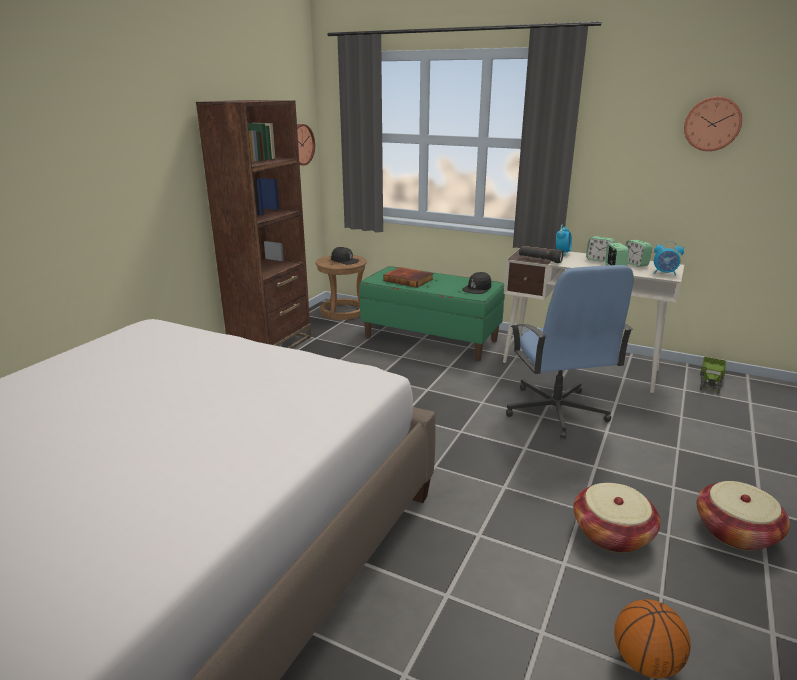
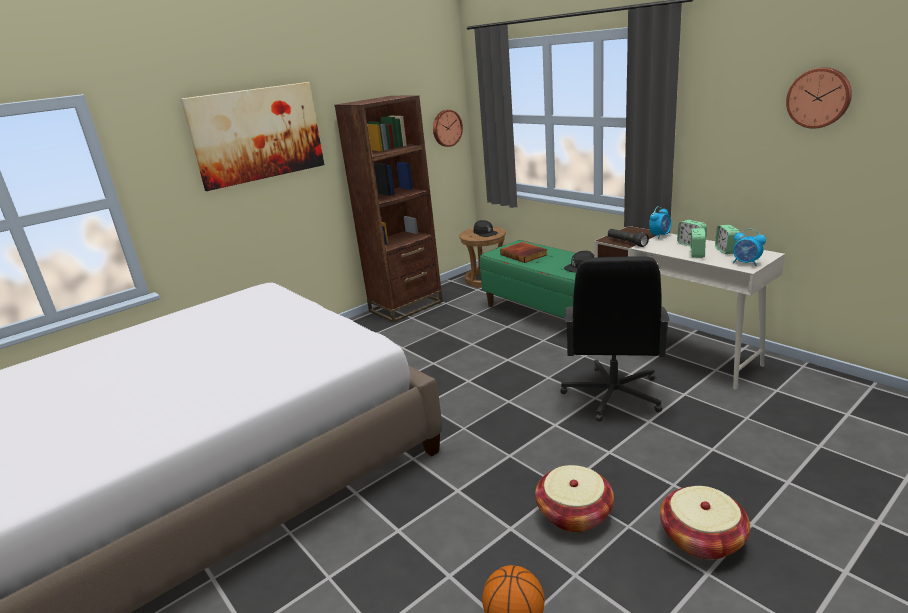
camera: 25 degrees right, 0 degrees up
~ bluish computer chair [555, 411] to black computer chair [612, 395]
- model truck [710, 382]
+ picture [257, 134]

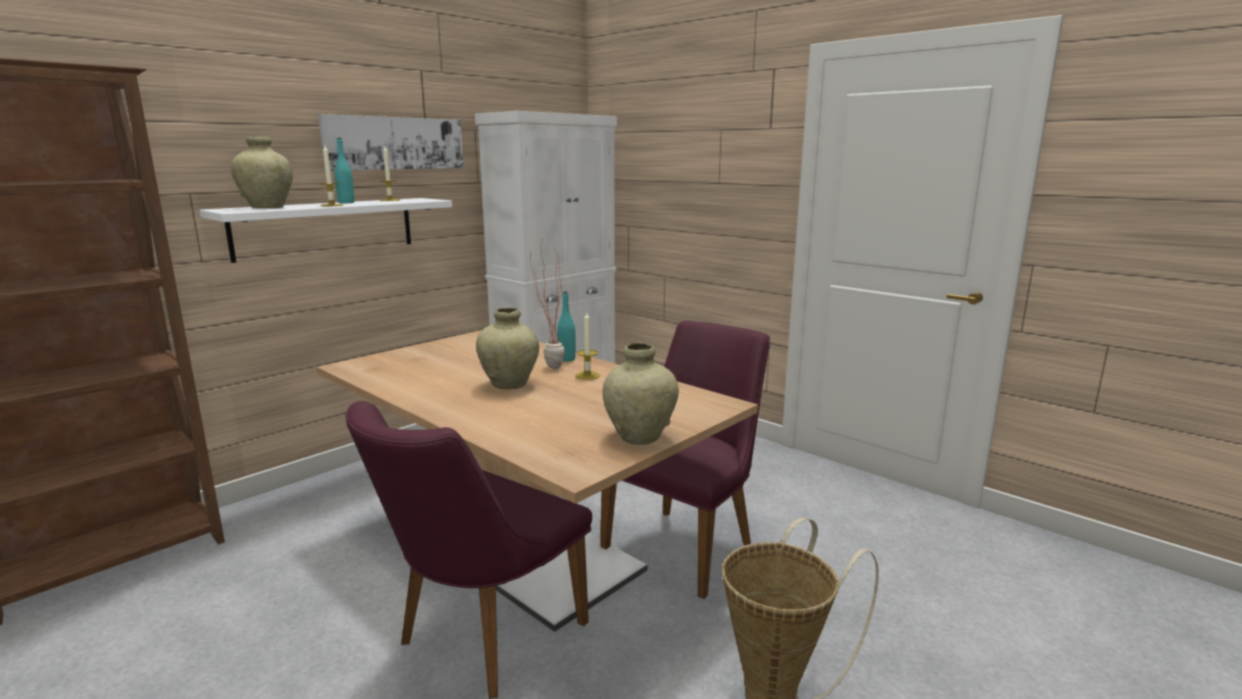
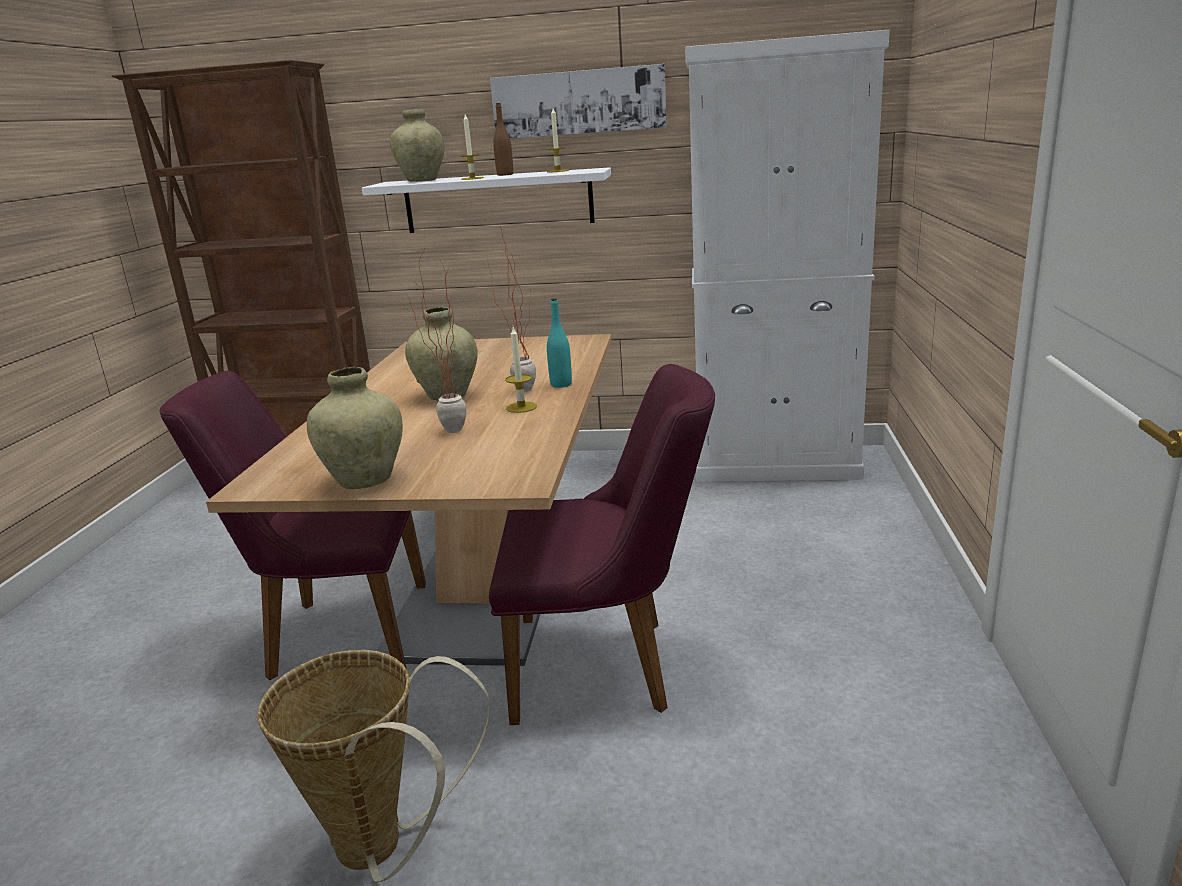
camera: 55 degrees right, 5 degrees up
~ turquoise-coloured bottle [346, 202] to brownish bottle [505, 175]
+ potted plant [446, 434]

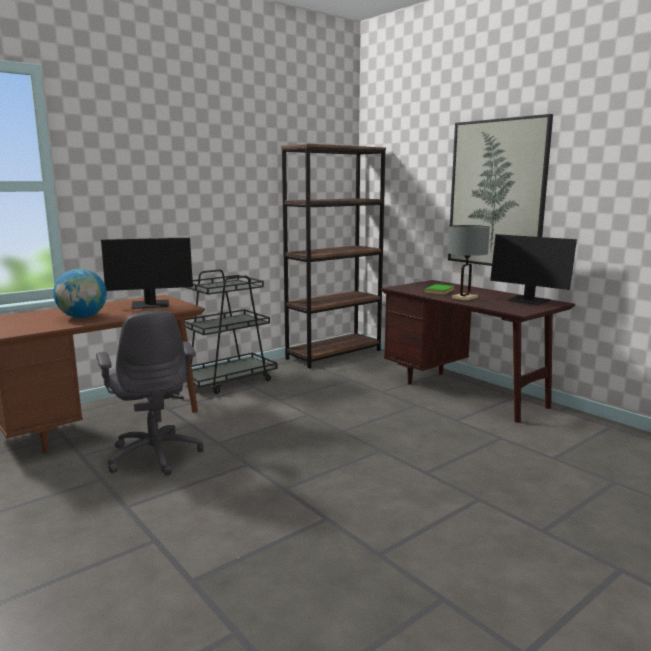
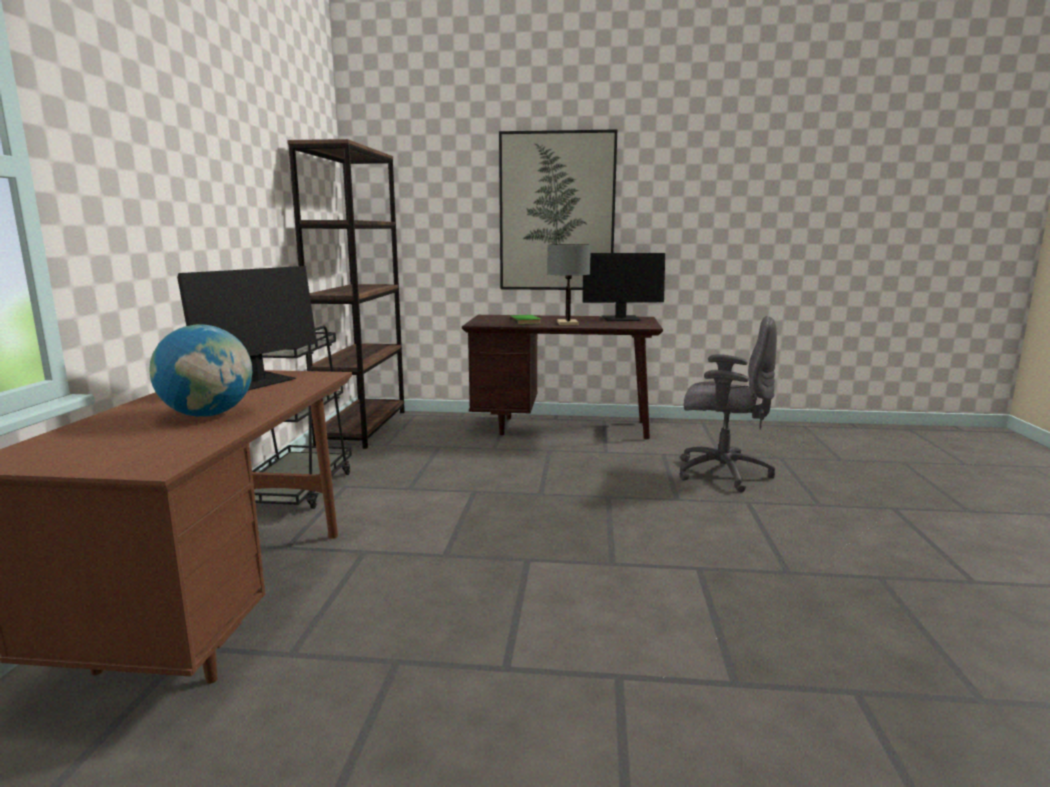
camera: 45 degrees left, 0 degrees up
~ gray computer chair [155, 455] to [721, 473]

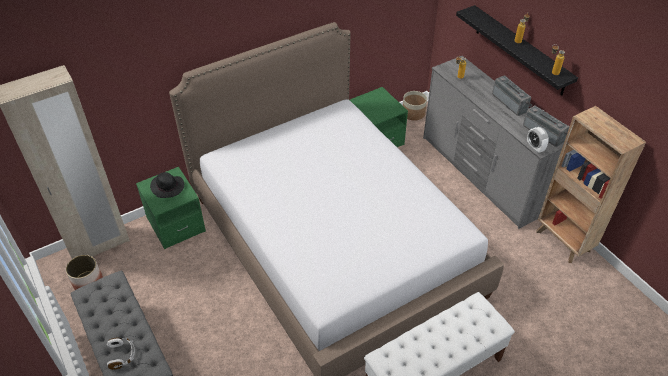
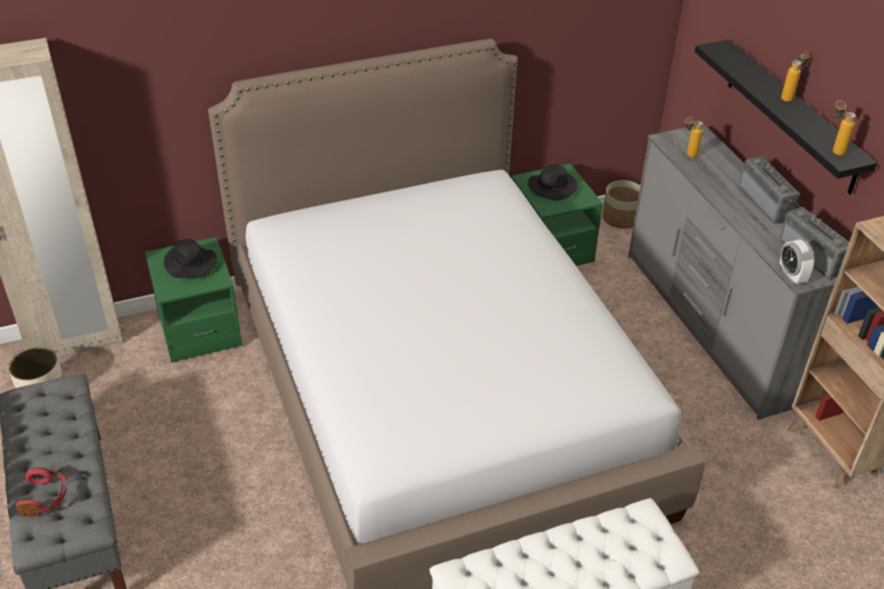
camera: 10 degrees right, 5 degrees down
~ white-coloured headset [122, 355] to red headset [45, 498]
+ black clothing hat [553, 187]

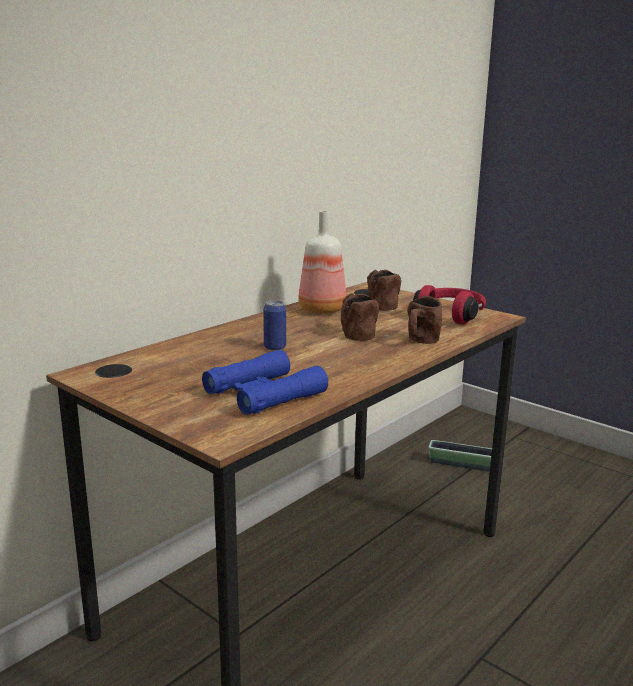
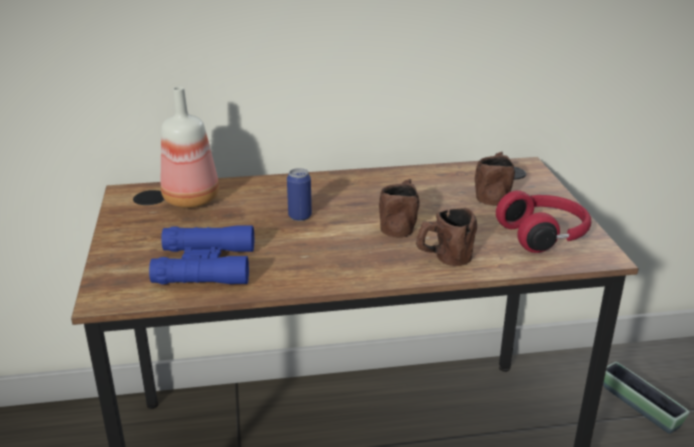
camera: 40 degrees right, 10 degrees up
~ bottle [321, 309] to [192, 198]

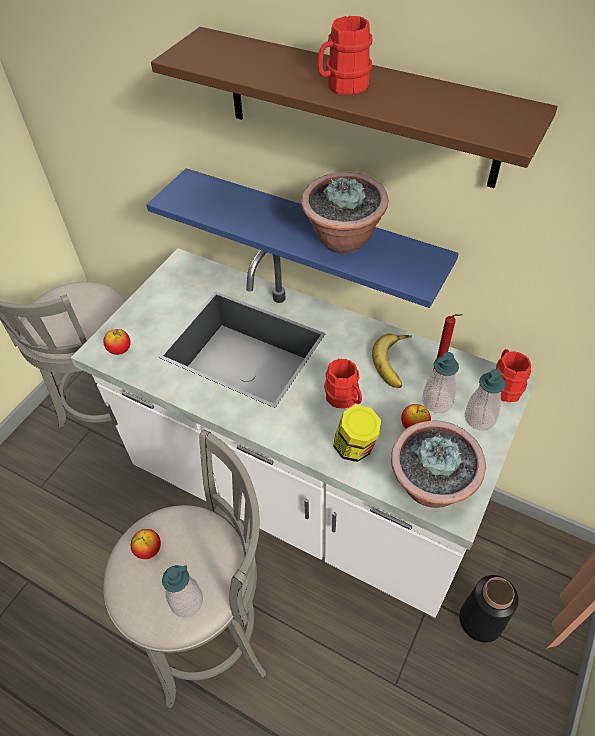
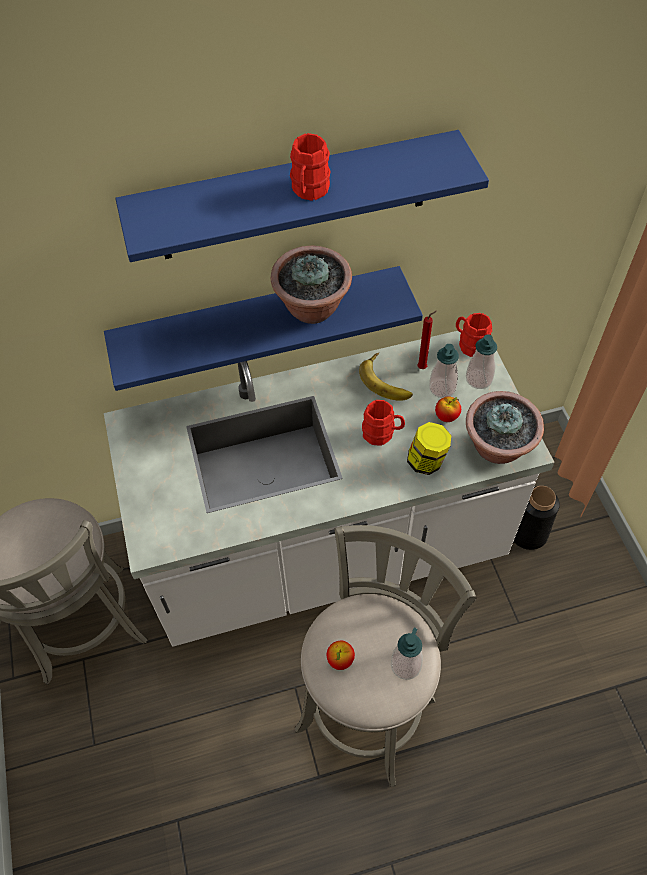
camera: 45 degrees left, 5 degrees up
~ brownish wall shelf [359, 108] to bluish wall shelf [294, 197]
- whole apple [120, 350]

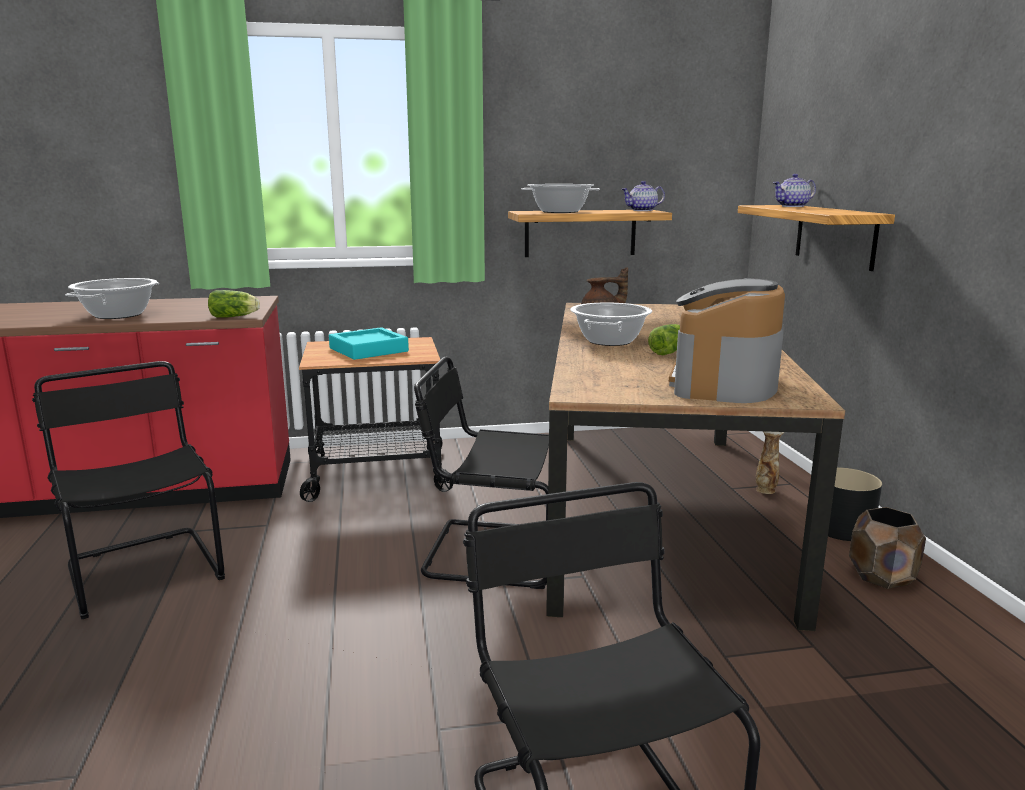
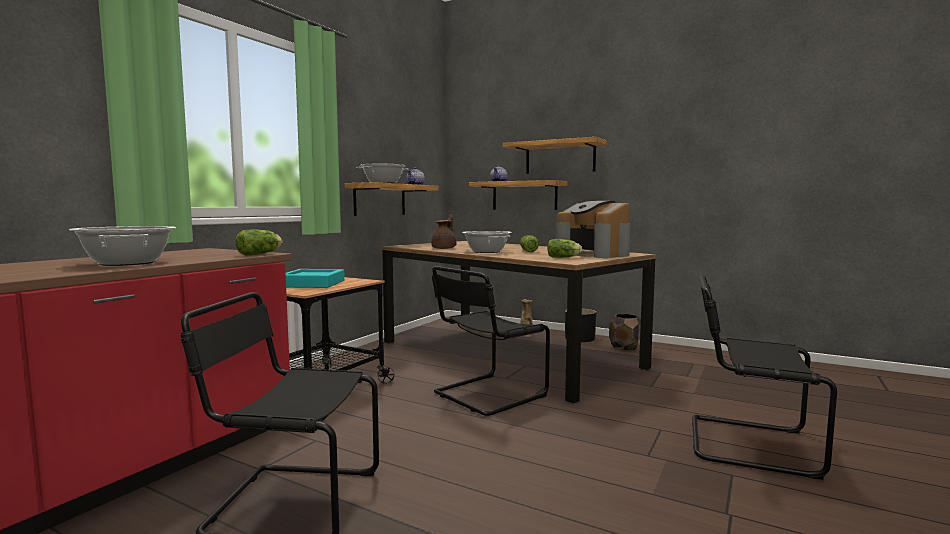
camera: 50 degrees left, 10 degrees down
+ wall shelf [560, 158]
+ lettuce head [564, 257]

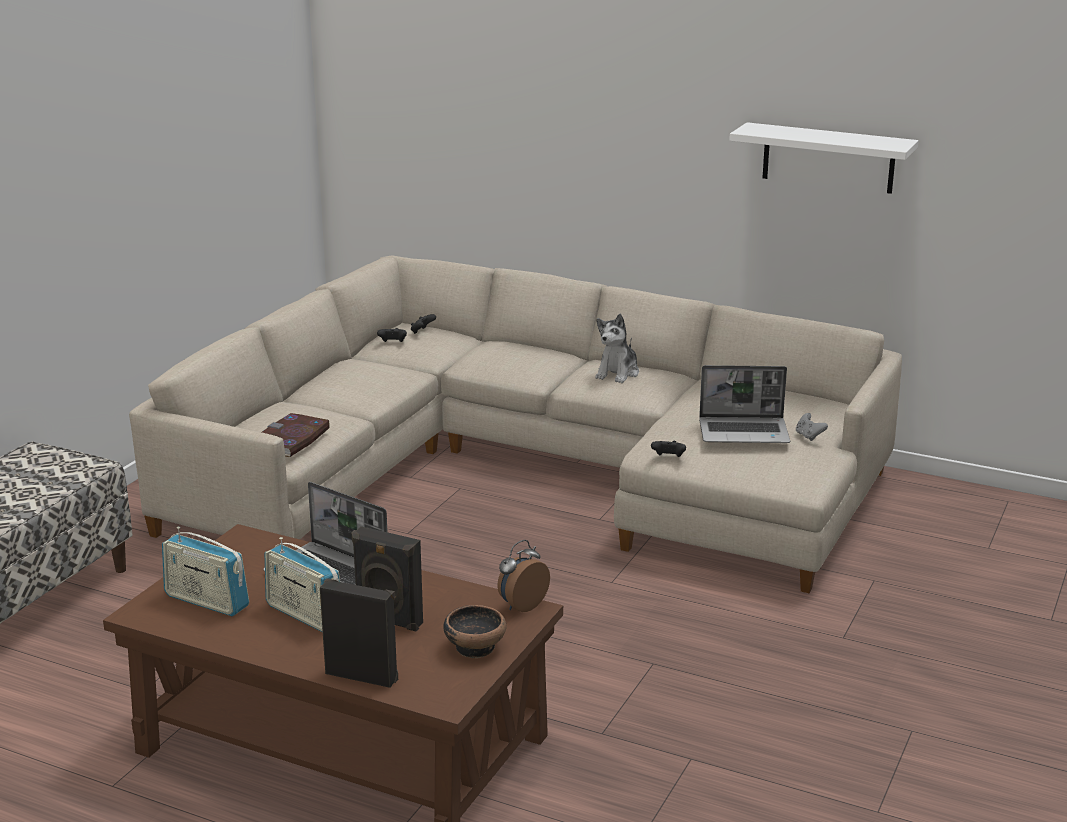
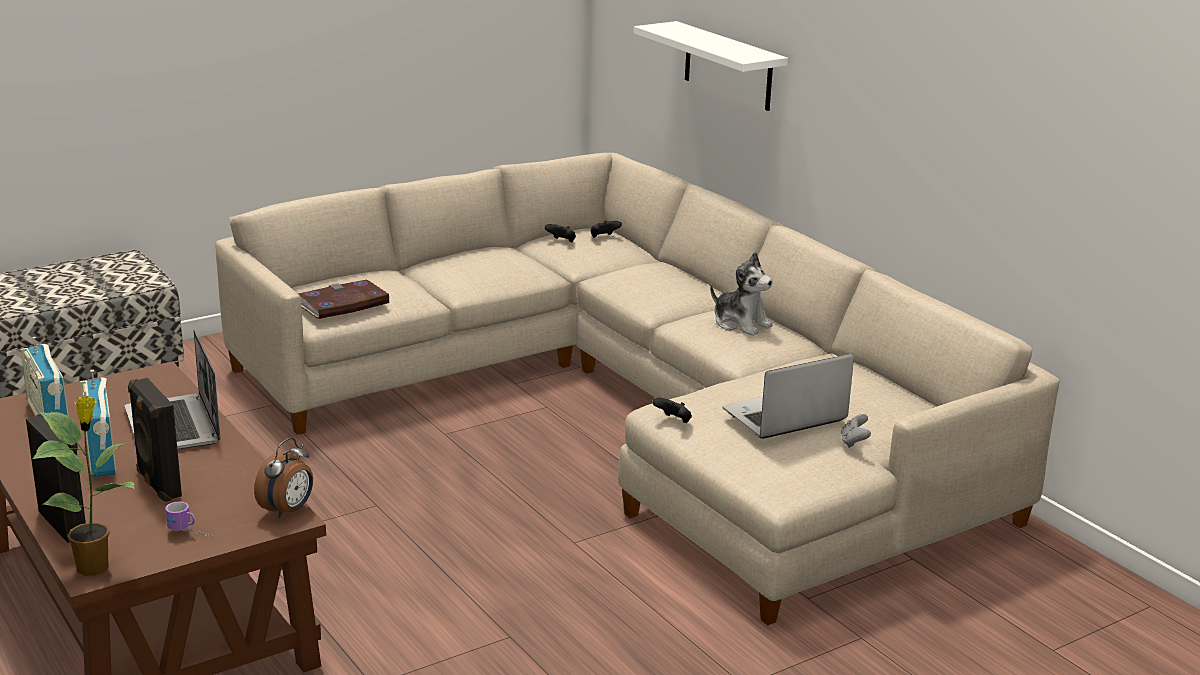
camera: 30 degrees right, 0 degrees up
~ white-coloured wall shelf [828, 158] to [728, 66]
~ cuddly toy [618, 373] = [741, 323] 105 degrees counterclockwise
~ laptop [745, 432] = [784, 417] 120 degrees clockwise
~ alarm clock [521, 605] = [288, 510] 135 degrees clockwise
~ bowl [475, 647] to tea mug [191, 534]
+ potted plant [95, 567]

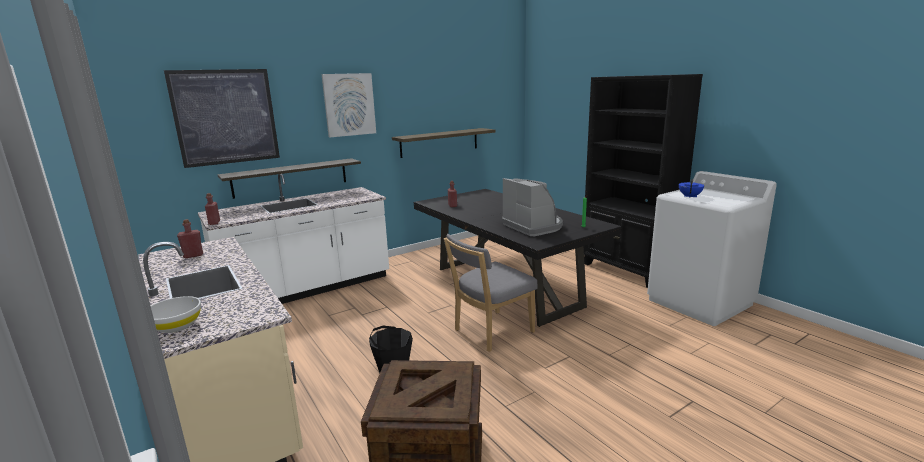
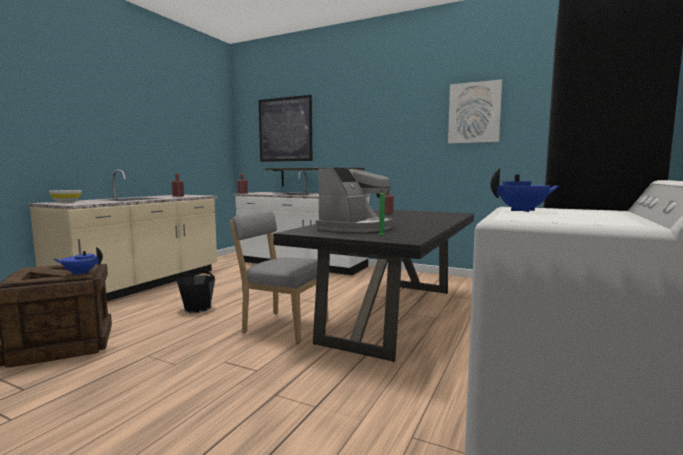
camera: 60 degrees right, 10 degrees down
~ picture [349, 104] to [474, 113]
- wall shelf [439, 142]
+ bluish tea pot [80, 273]

